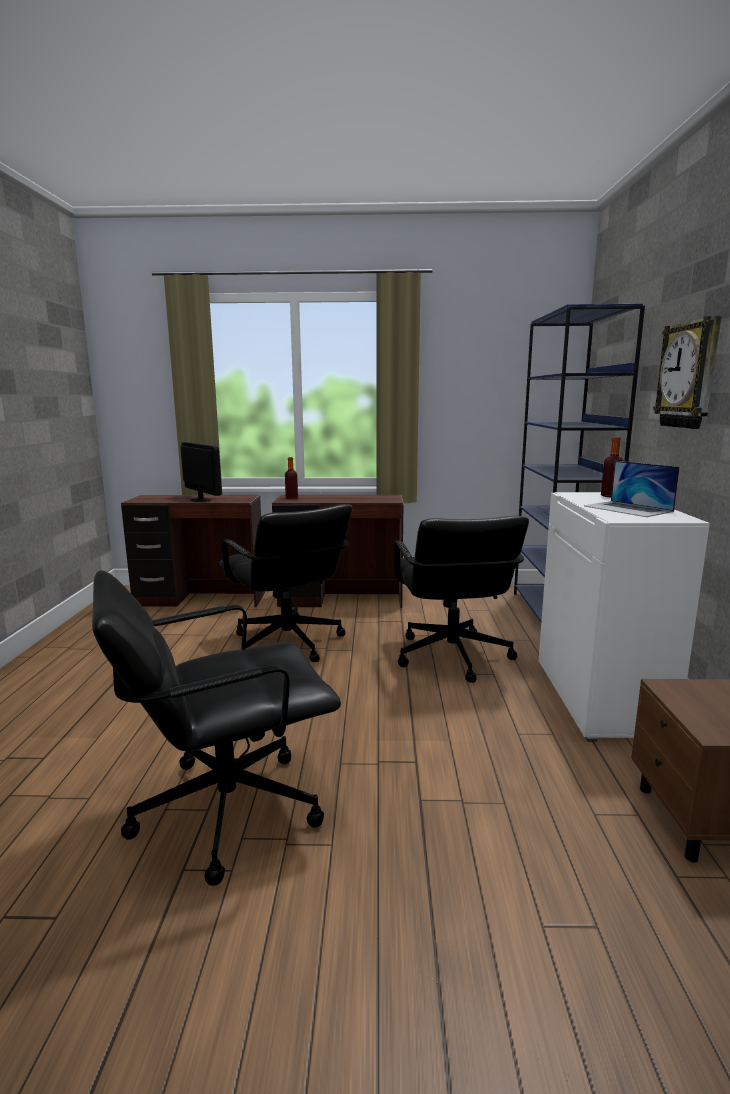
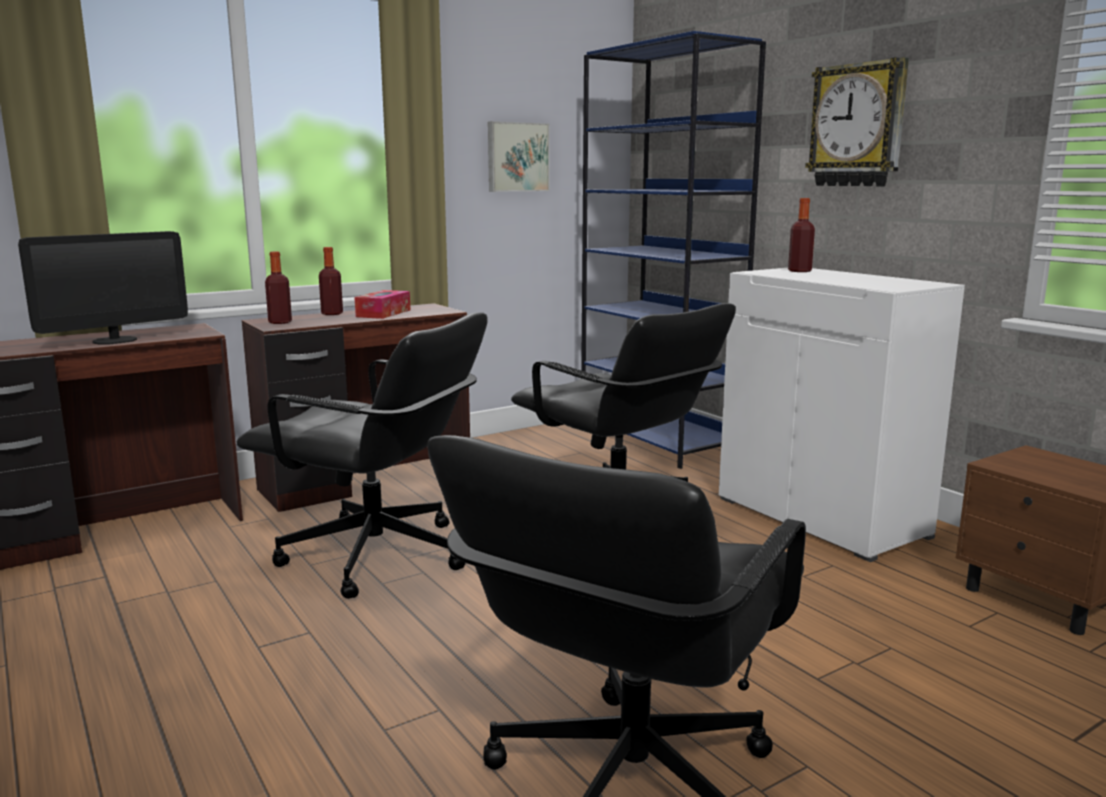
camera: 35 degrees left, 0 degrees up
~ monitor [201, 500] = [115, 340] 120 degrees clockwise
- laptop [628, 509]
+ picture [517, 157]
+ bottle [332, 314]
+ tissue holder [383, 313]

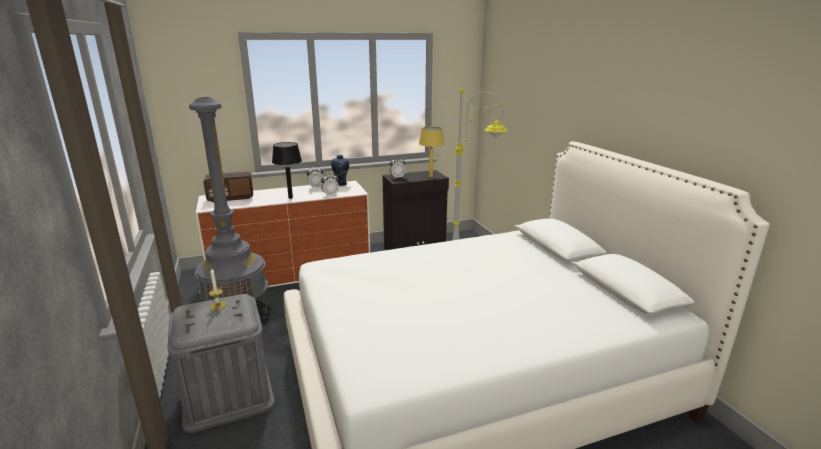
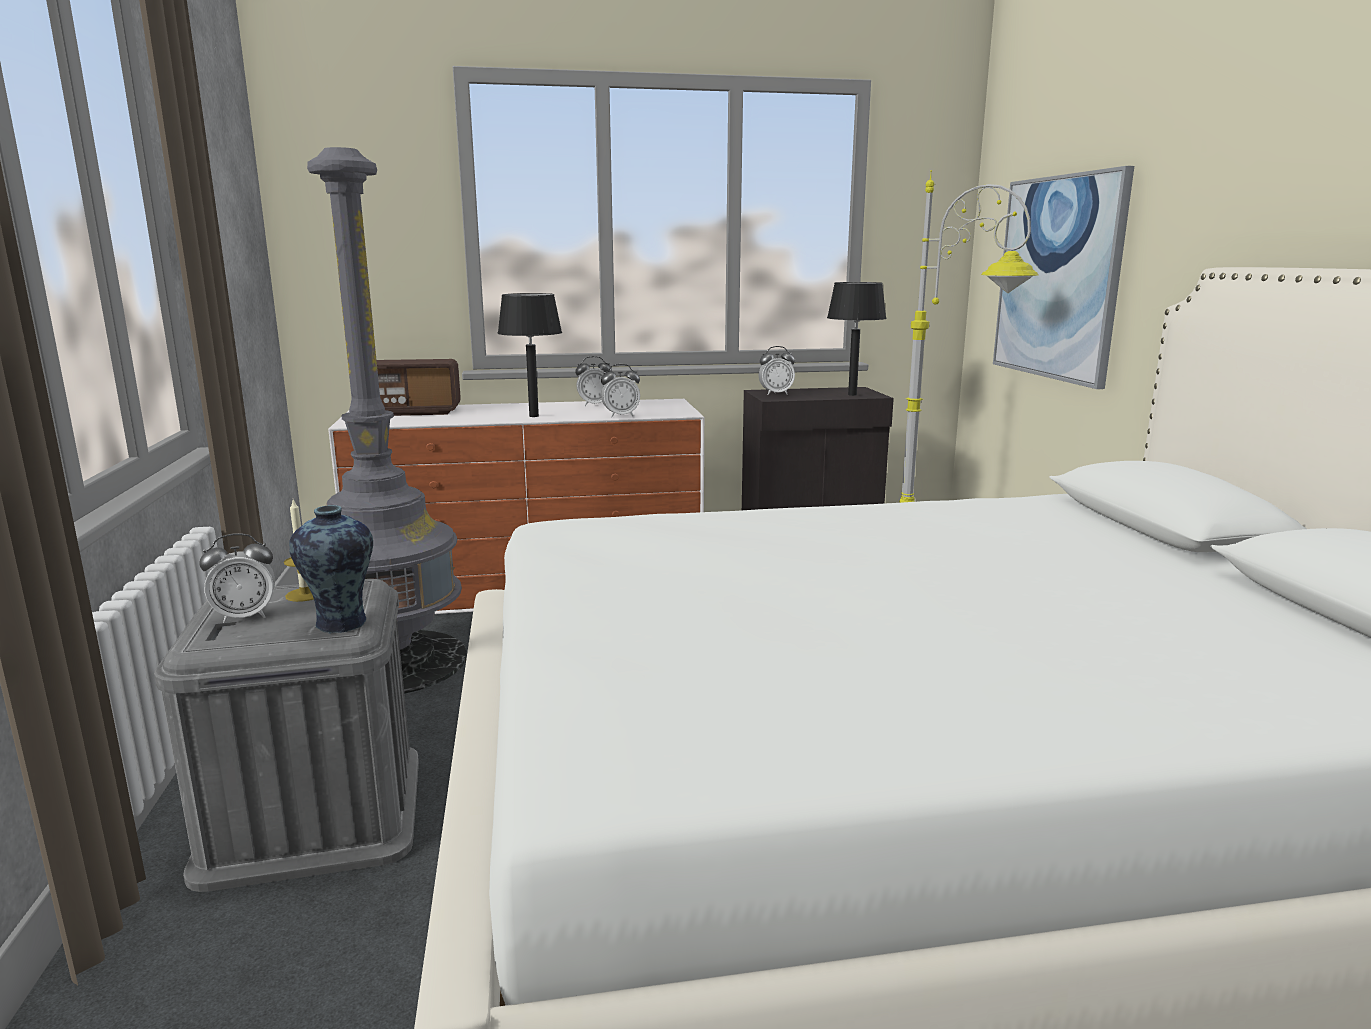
camera: 10 degrees right, 5 degrees down
~ yellow tabletop lamp [430, 176] to black tabletop lamp [851, 395]
~ vase [341, 184] to [340, 624]
+ picture [1058, 278]
+ alarm clock [245, 616]

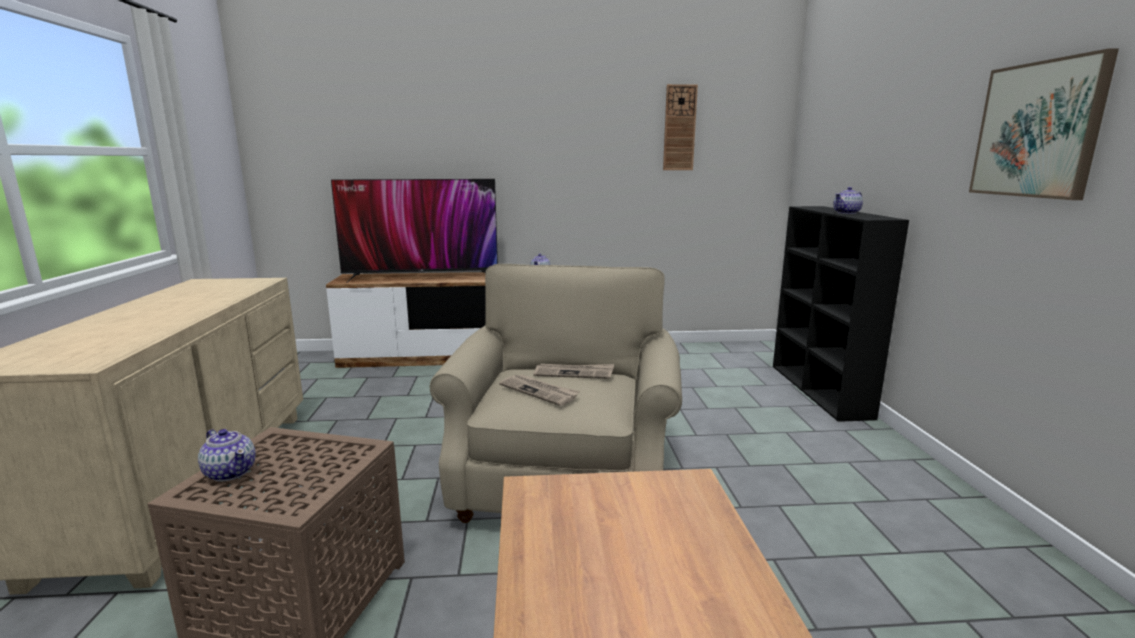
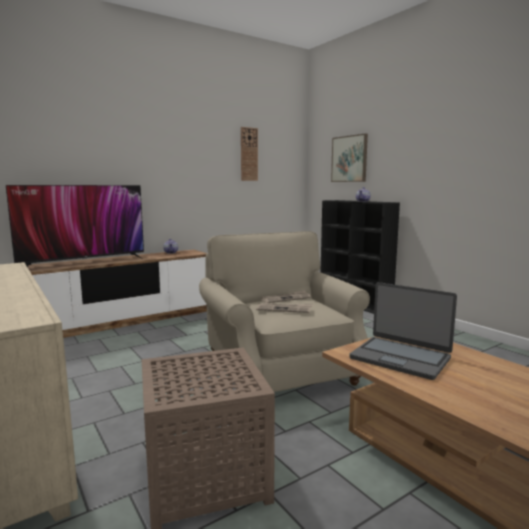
camera: 30 degrees left, 5 degrees down
~ picture [1038, 130] to [349, 159]
- tea pot [230, 472]
+ laptop [400, 358]

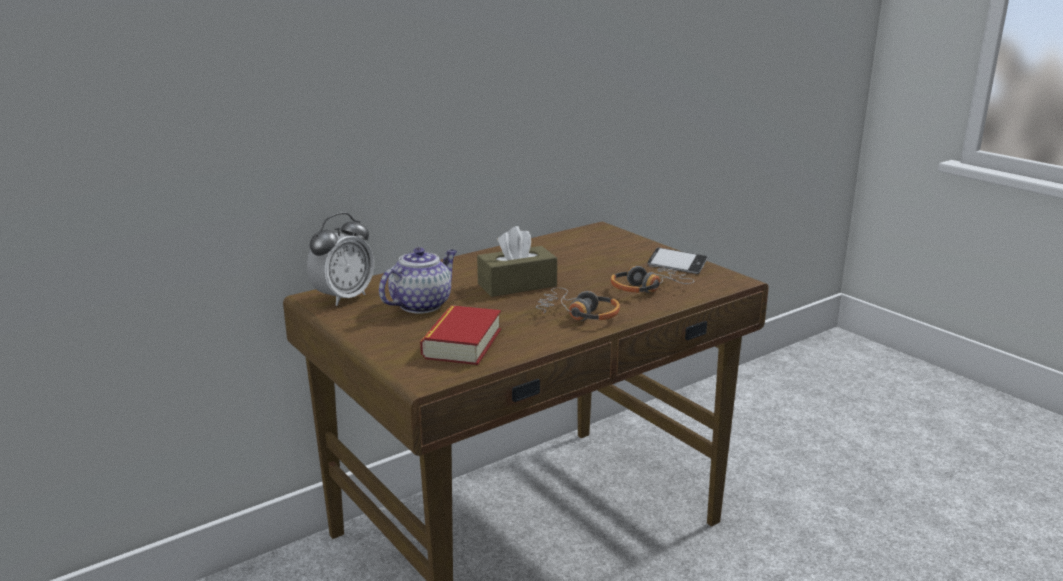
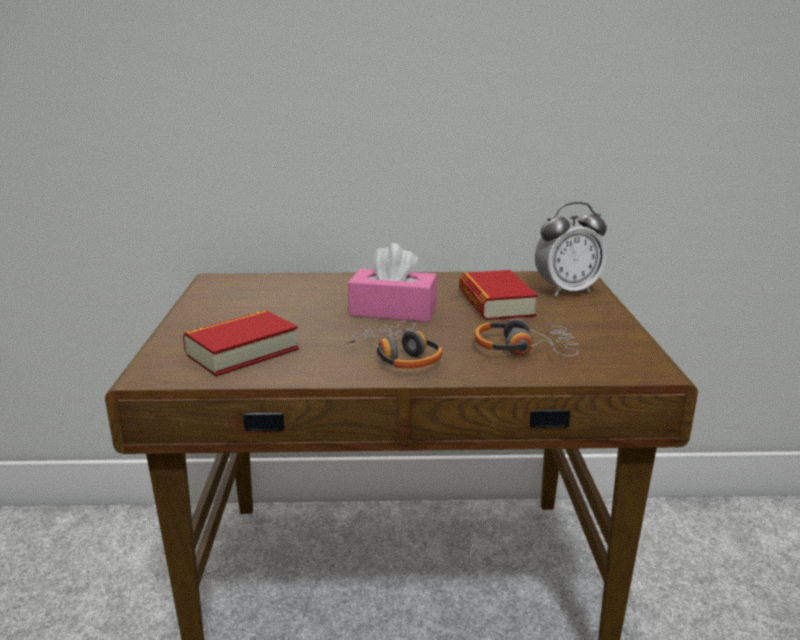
camera: 35 degrees right, 0 degrees up
~ alarm clock [343, 298] to [567, 290]
~ brownish tissue holder [517, 285] to pink-coloured tissue holder [393, 311]
- tea pot [421, 304]
- phone [677, 265]
+ book [496, 303]

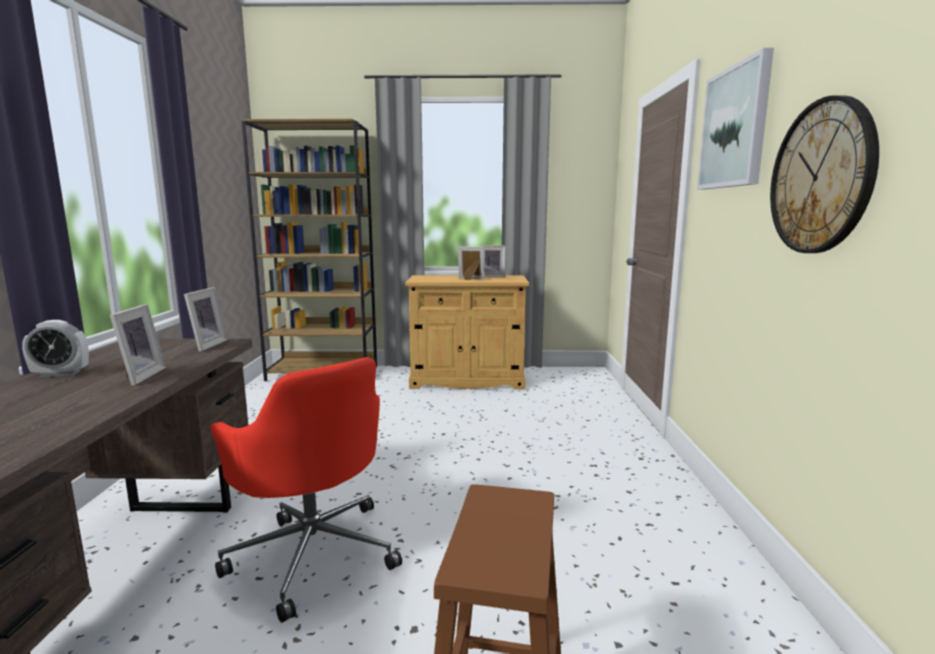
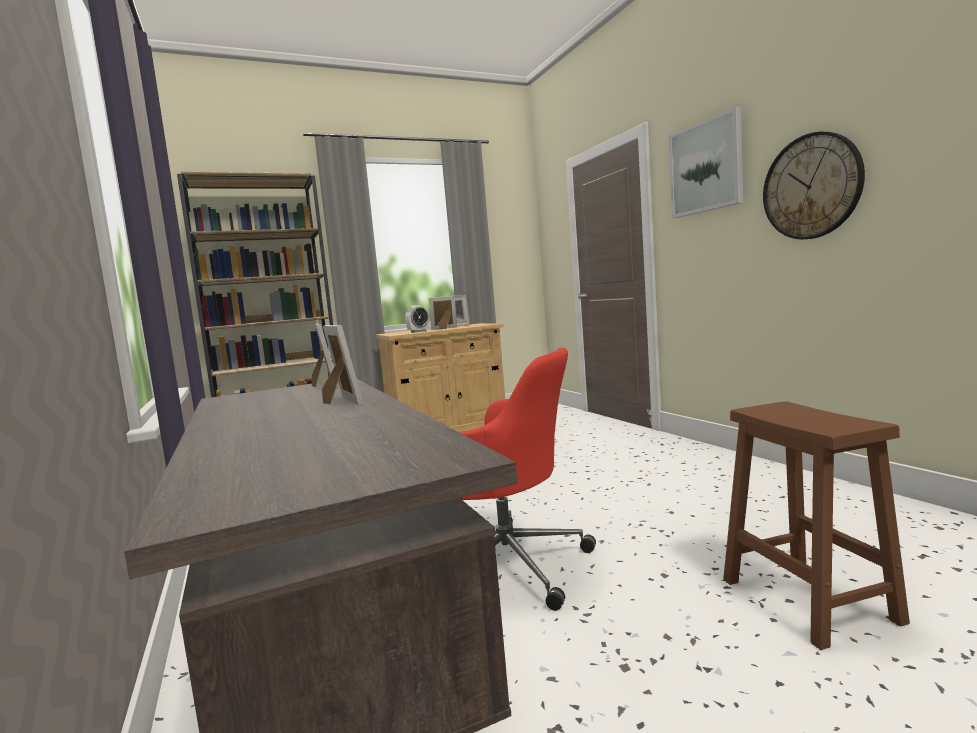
camera: 25 degrees left, 5 degrees down
~ alarm clock [60, 374] to [418, 331]

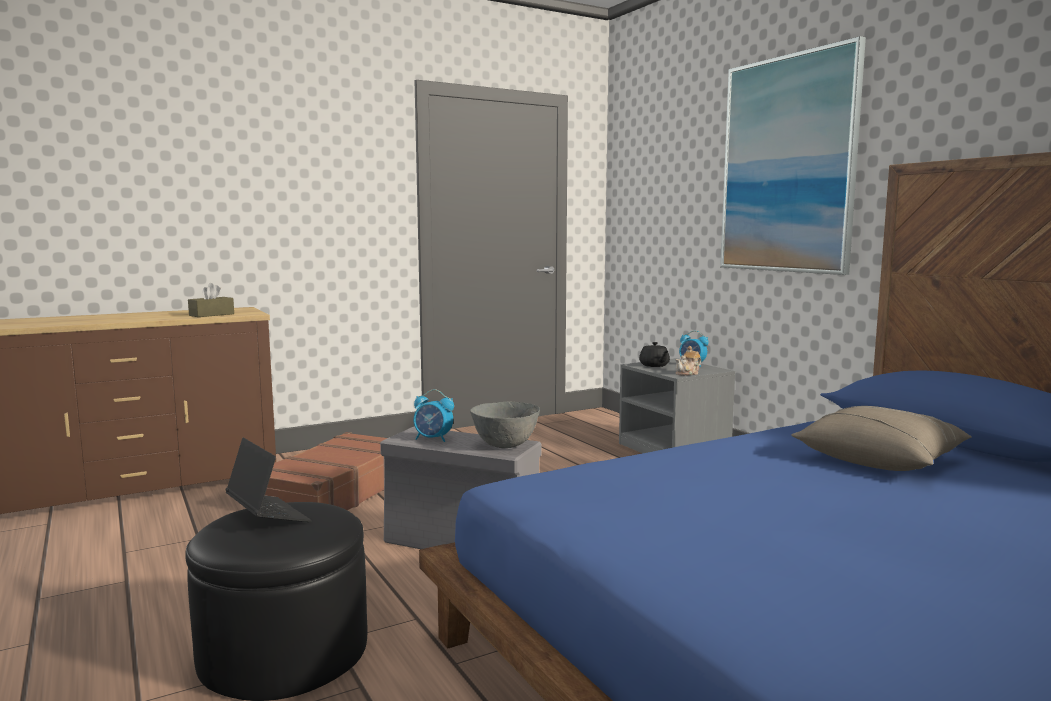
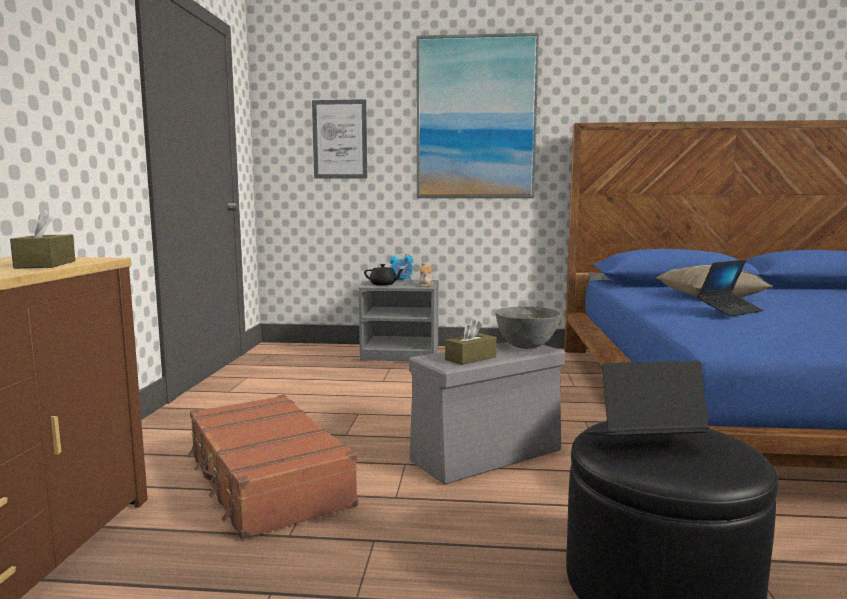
camera: 55 degrees left, 0 degrees up
~ alarm clock [433, 439] to brownish tissue holder [470, 358]
+ picture [340, 139]
+ laptop [729, 311]

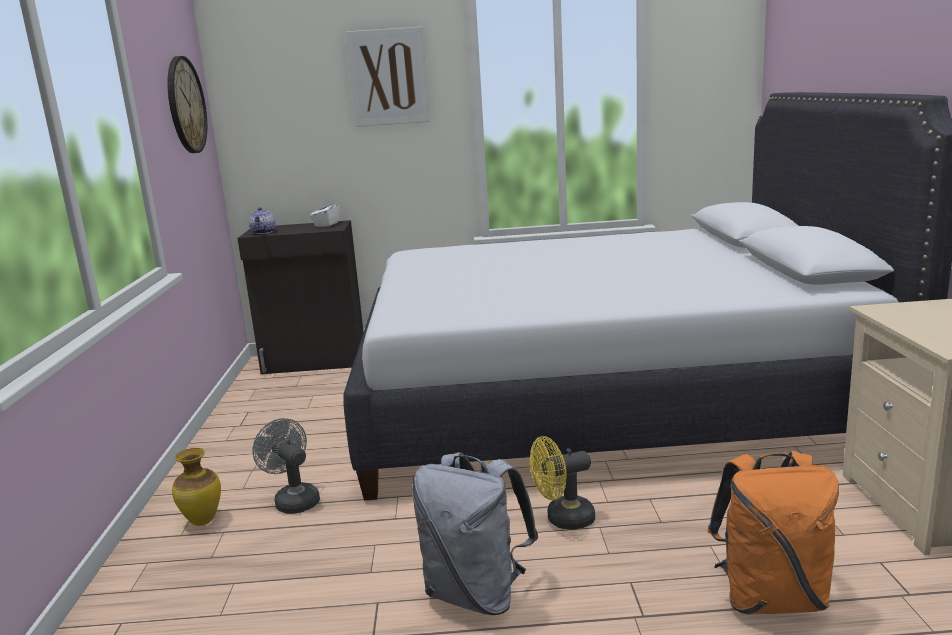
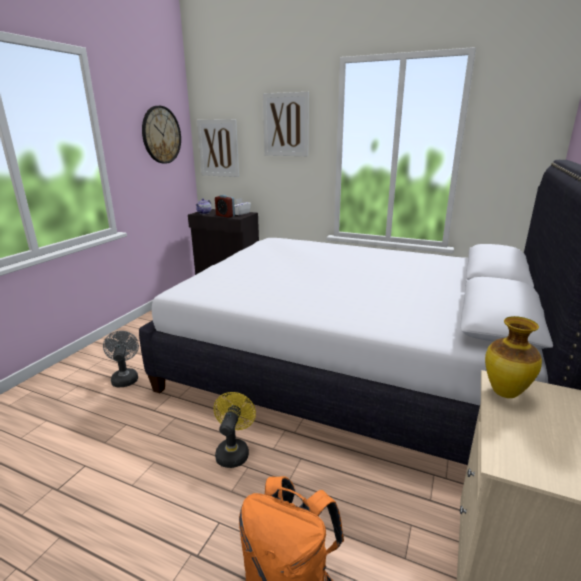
camera: 25 degrees right, 5 degrees up
~ yellow electric fan [563, 519] = [233, 451] 90 degrees clockwise
~ vase [202, 521] to [504, 392]
- gray backpack [477, 594]
+ picture [218, 148]
+ alarm clock [225, 216]

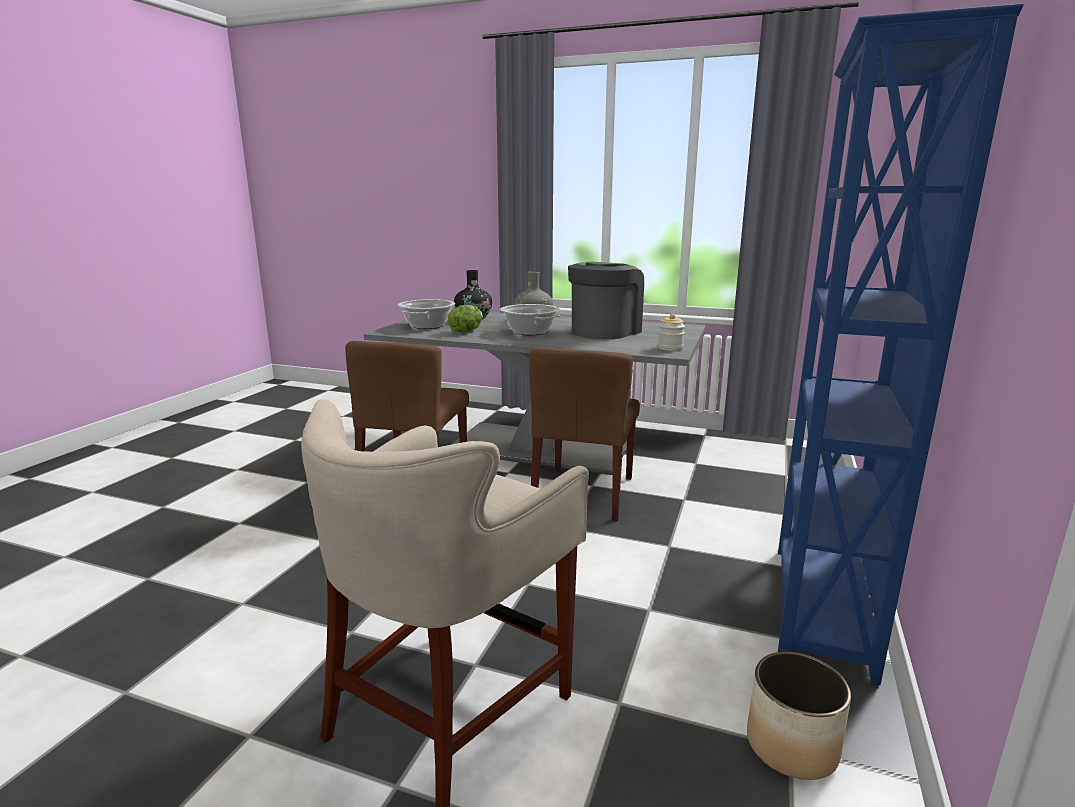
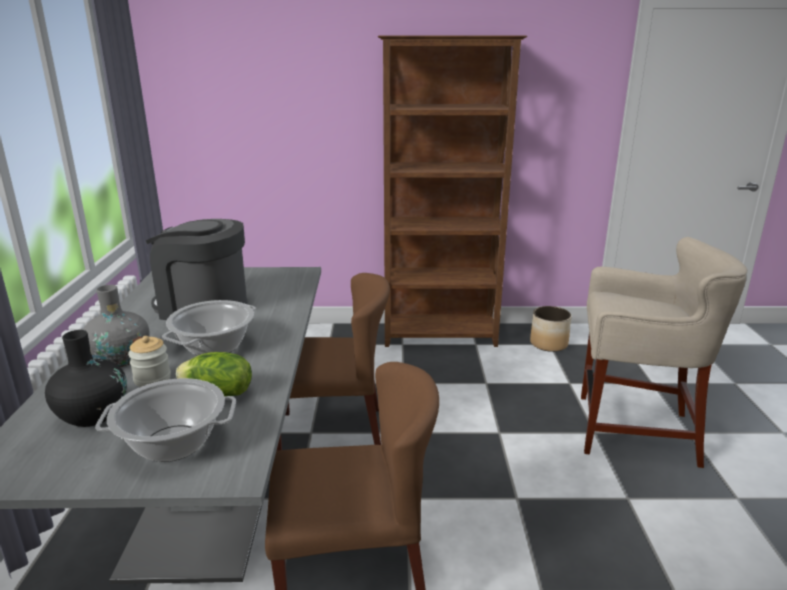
camera: 110 degrees left, 5 degrees up
~ bluish bookshelf [818, 608] to brownish bookshelf [440, 337]
~ storage jar [670, 348] to [152, 379]

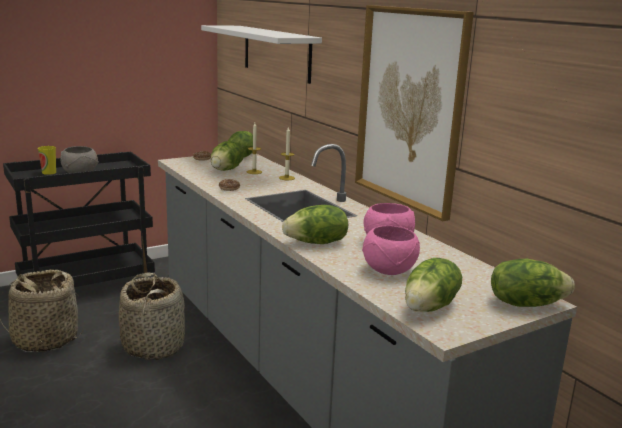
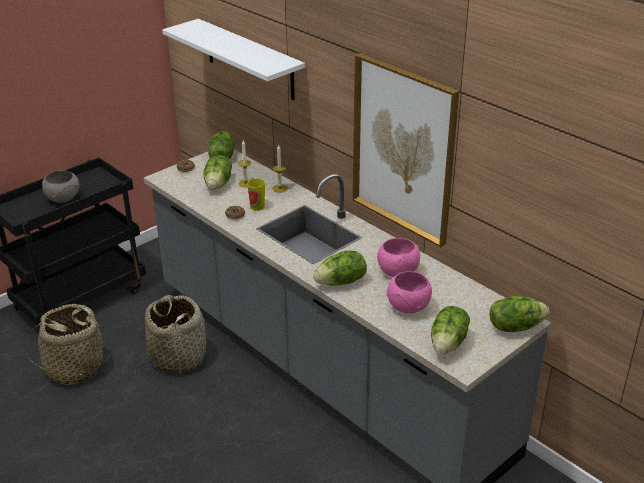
camera: 10 degrees left, 15 degrees up
~ cup [49, 172] to [257, 206]

